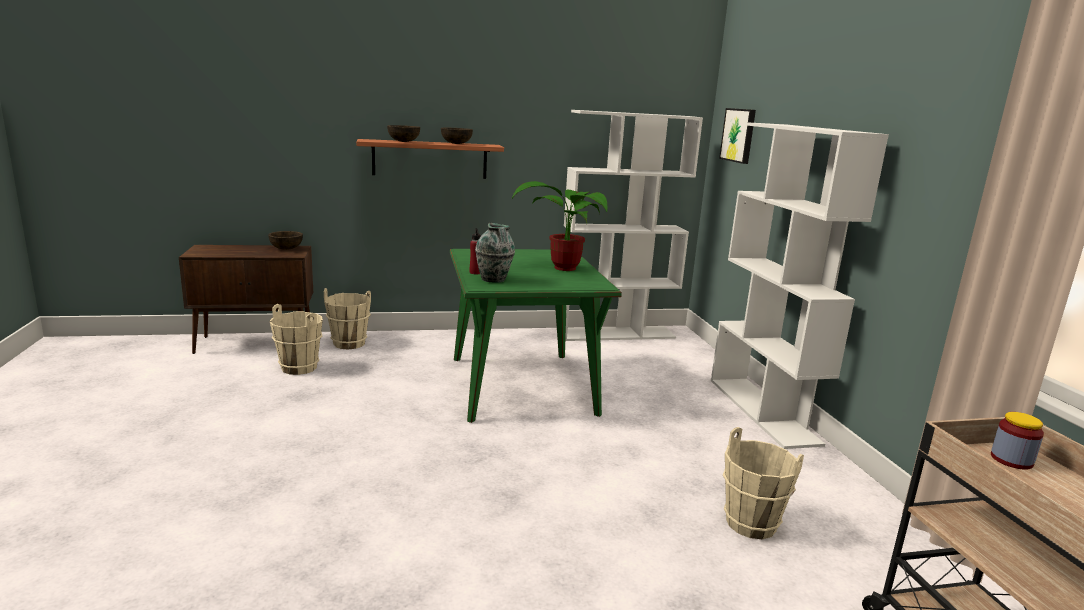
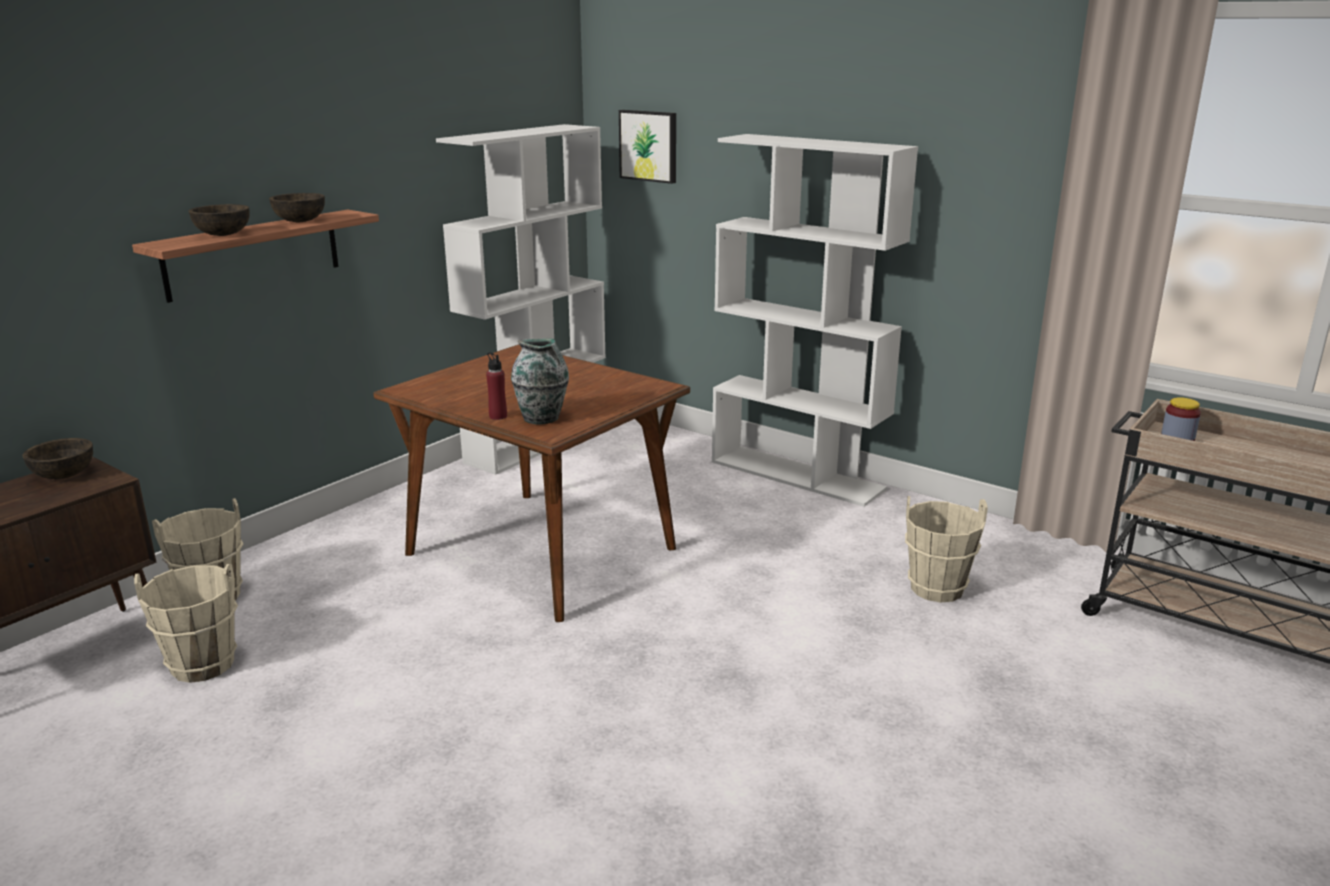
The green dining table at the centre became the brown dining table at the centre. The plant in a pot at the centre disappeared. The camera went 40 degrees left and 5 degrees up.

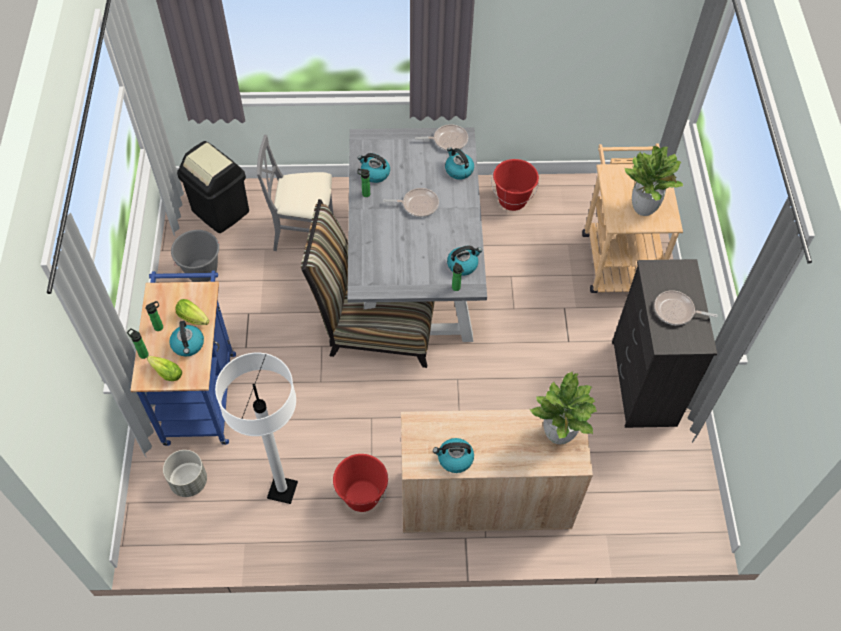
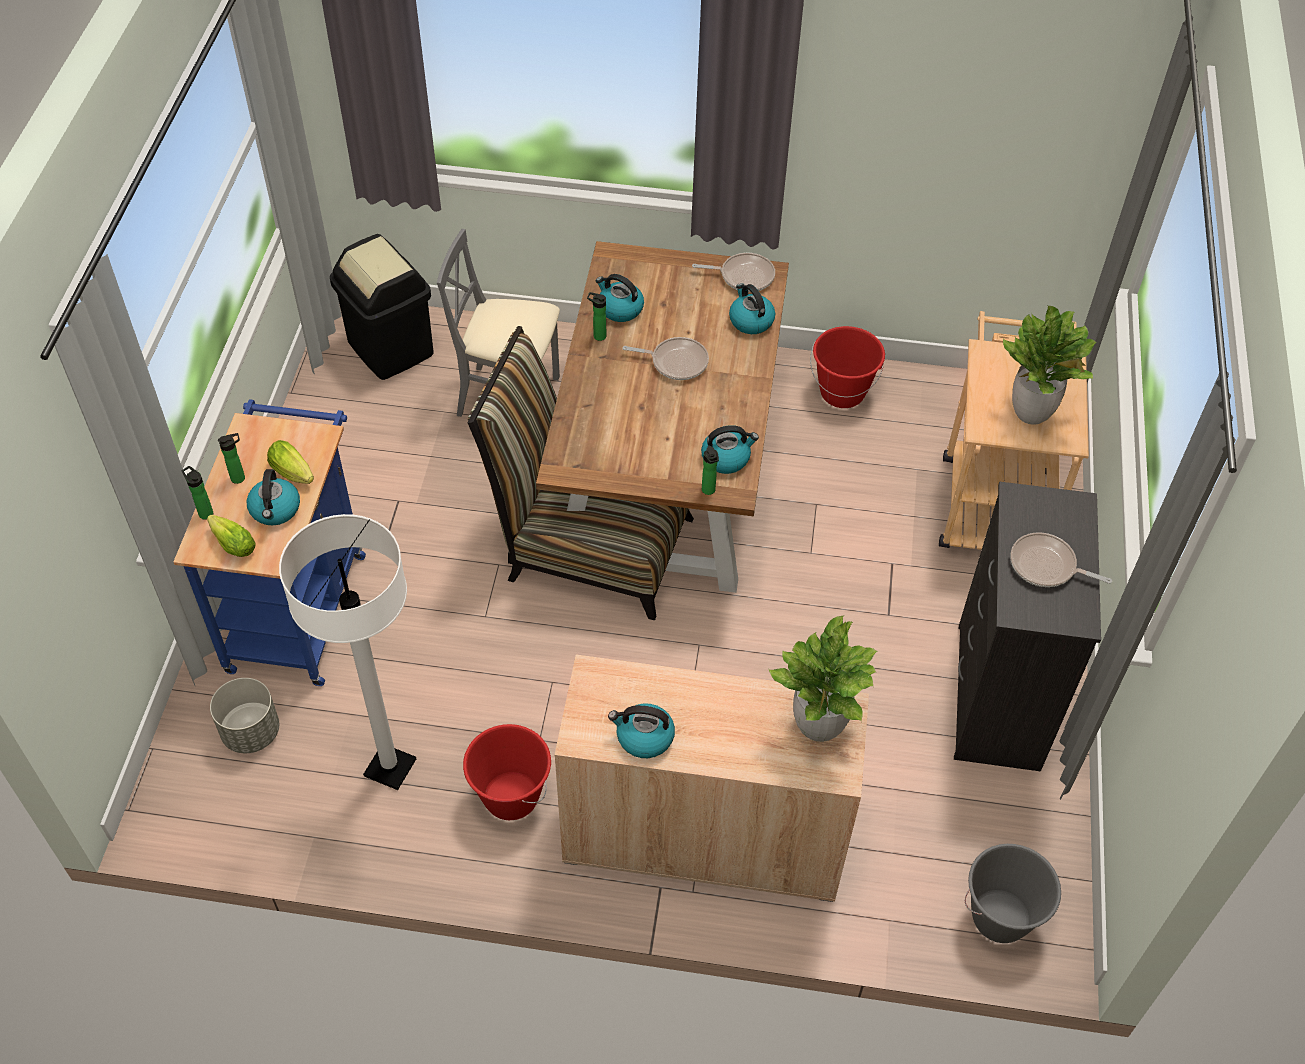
The grey dining table at the centre became the brown dining table at the centre. The grey water bucket moved from the middle left to the bottom right. The camera went 10 degrees right and 5 degrees down.

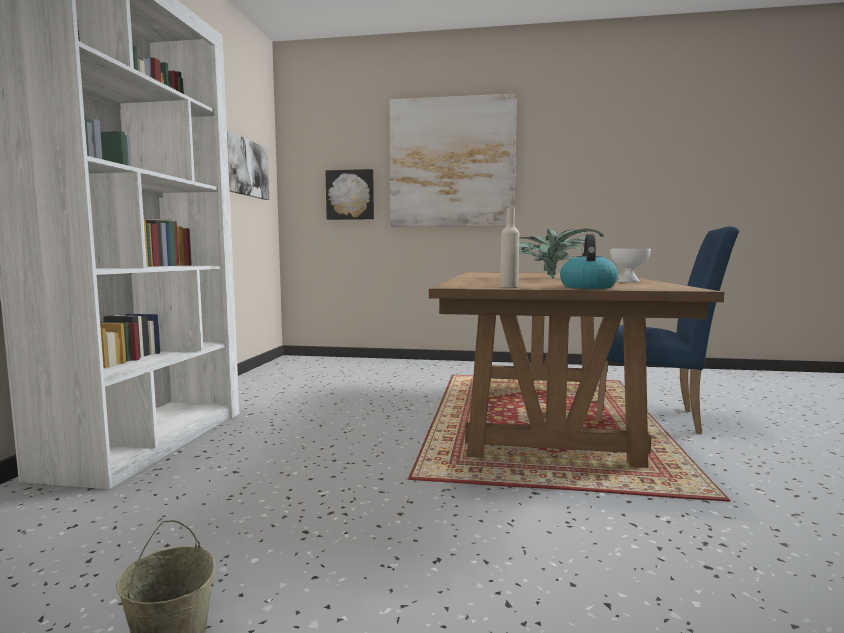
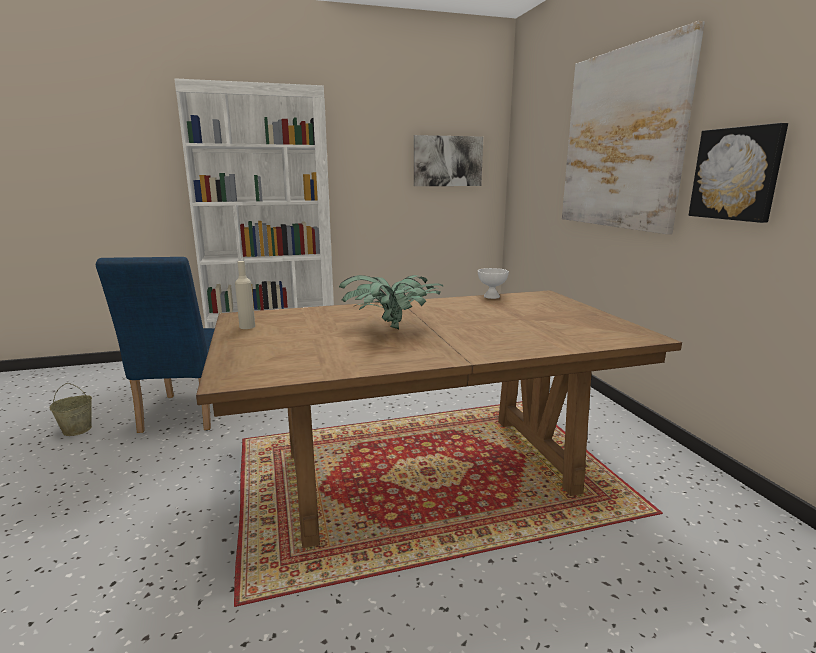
The blue plain chair moved from the middle right to the middle left. The white bowl moved from the middle right to the centre. The picture (2nd from left in the first image) moved from the top centre to the top right. The kettle at the middle right disappeared. The camera went 65 degrees right and 10 degrees up.

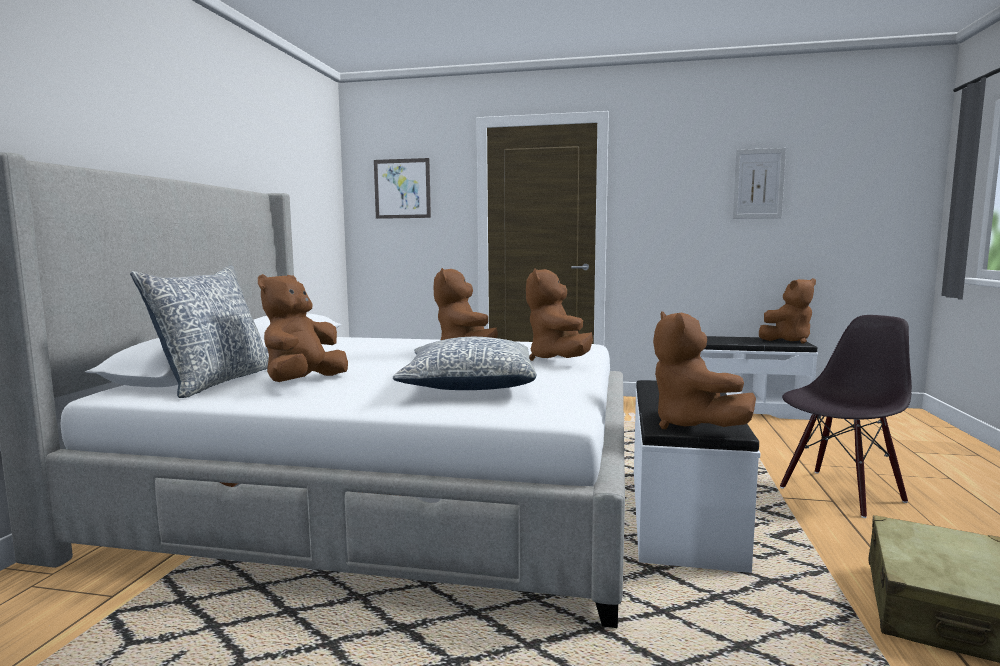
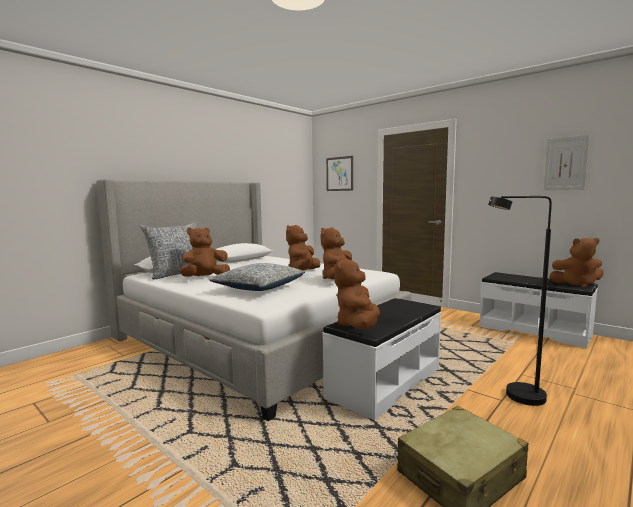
The black plain chair at the middle right was replaced by the black floor lamp at the middle right. The camera went 30 degrees right and 0 degrees up.

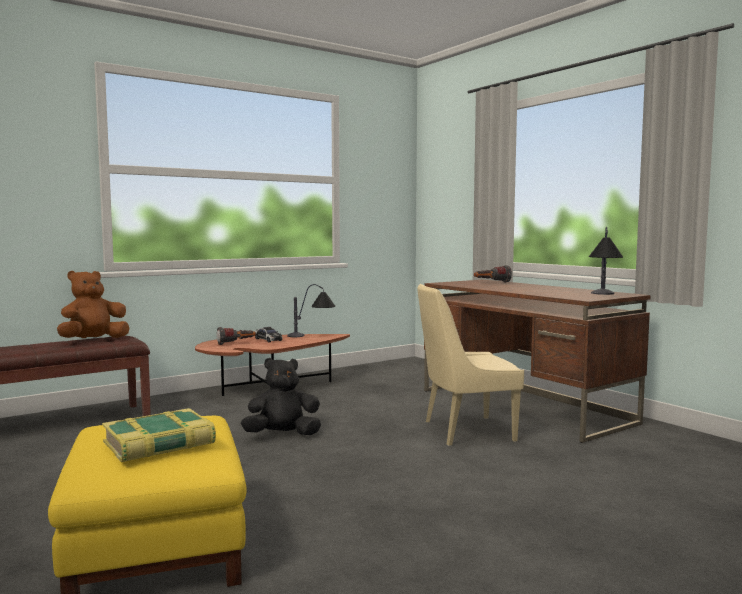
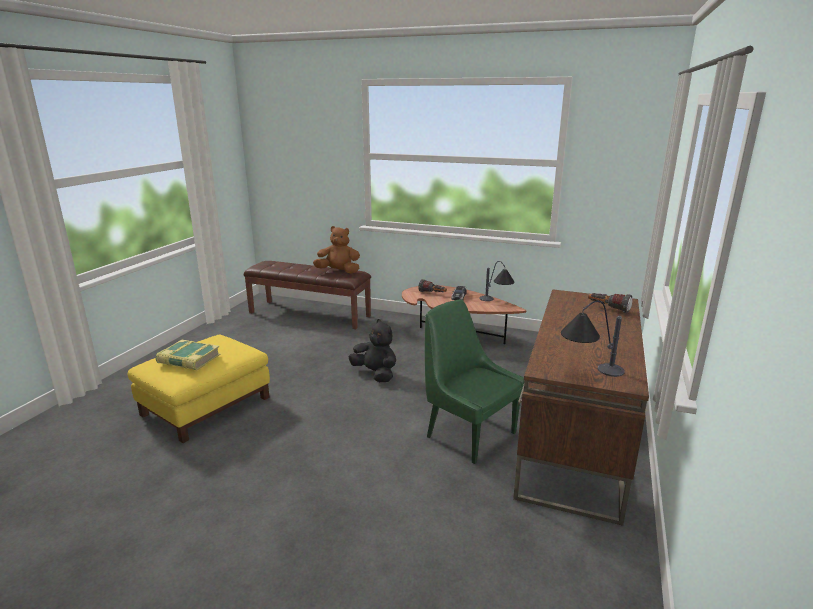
The sand-coloured plain chair at the centre became the green plain chair at the centre. The camera went 55 degrees right and 15 degrees up.

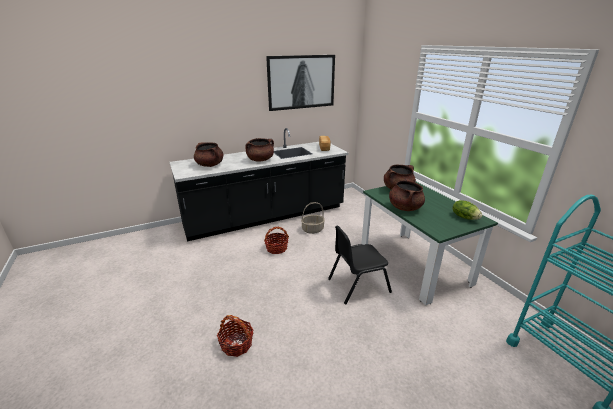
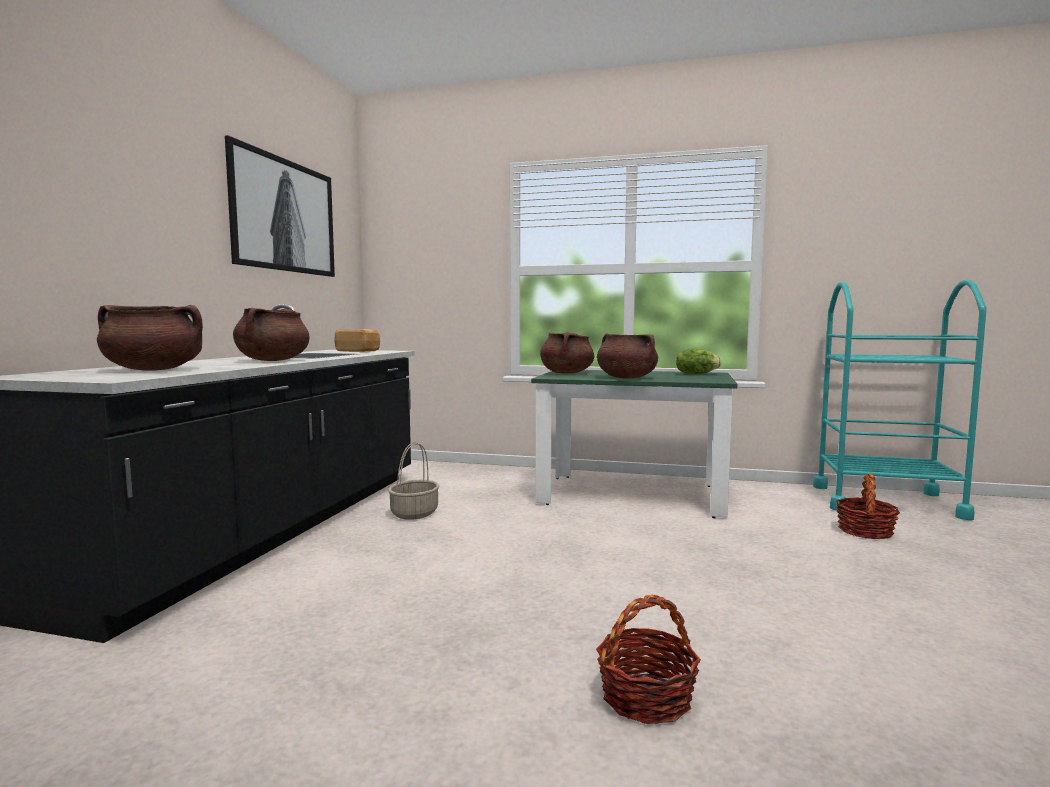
The household basket (2nd from left in the first image) moved from the centre to the middle right. The black plain chair at the centre disappeared. The camera went 50 degrees left and 20 degrees down.

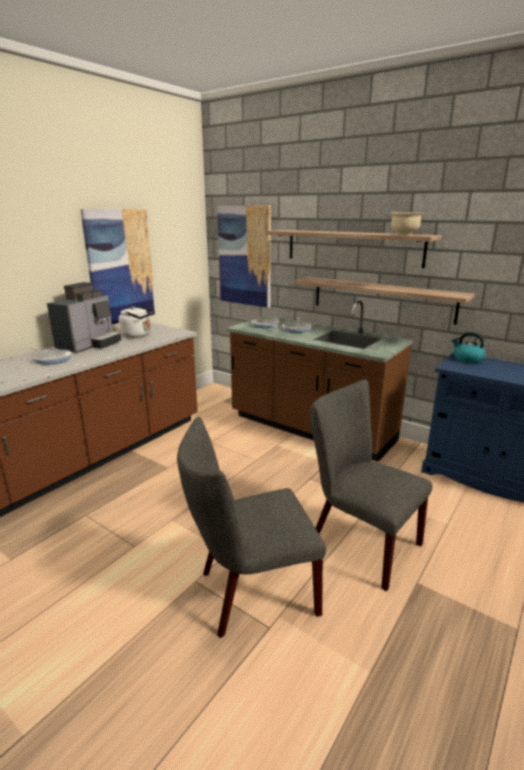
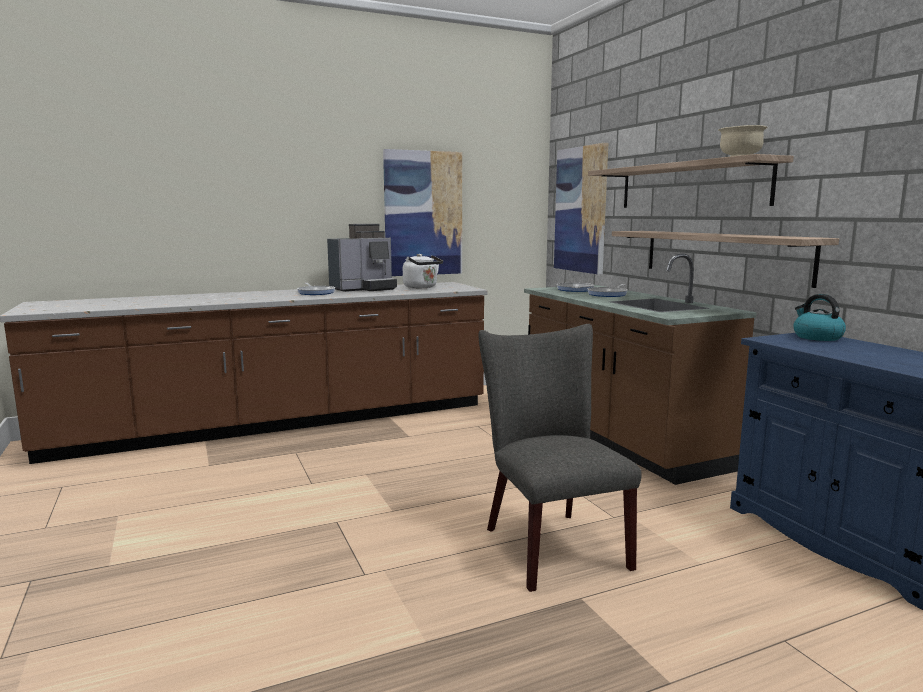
The grey plain chair (1st from left) at the bottom centre disappeared. The camera went 30 degrees right and 10 degrees down.

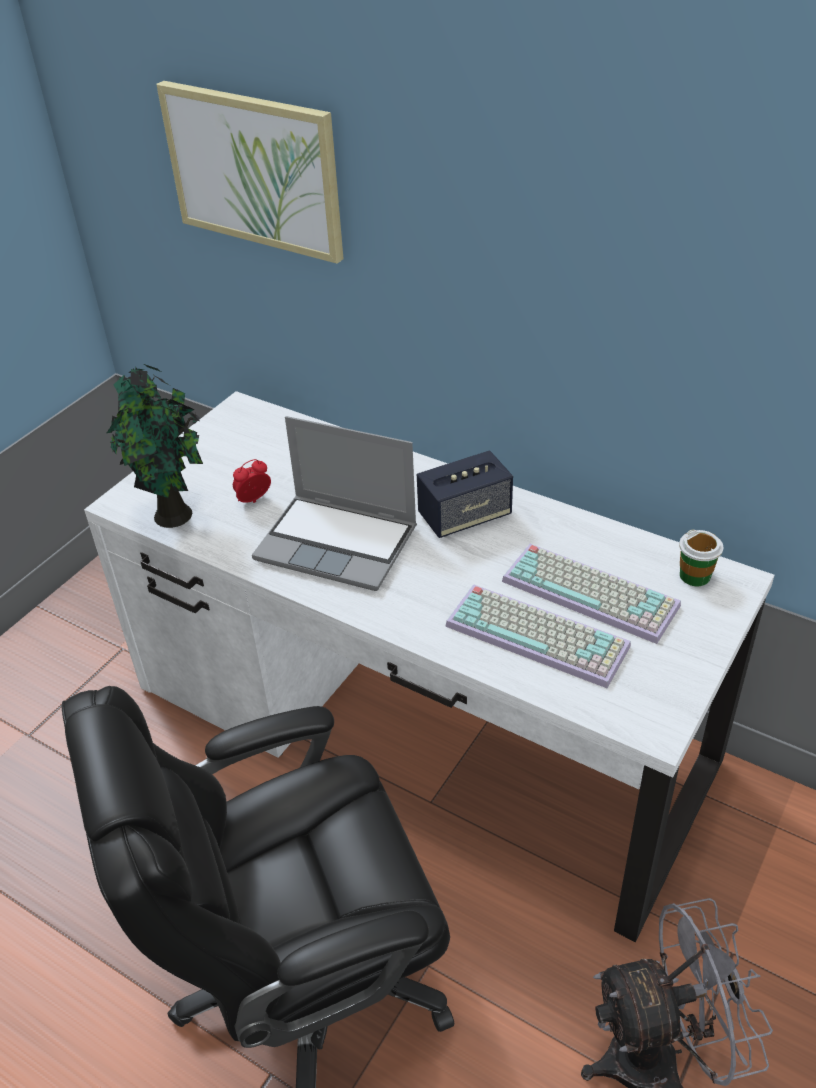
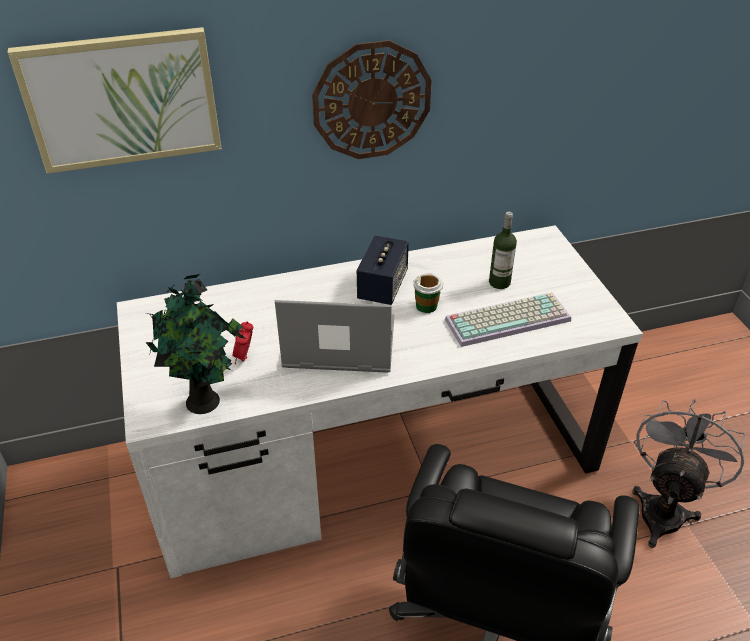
The laptop at the centre turned 150 degrees counterclockwise. The wall clock at the top centre appeared. The cup moved from the middle right to the centre. The computer keyboard (2nd from left) at the middle right was replaced by the beverage bottle at the middle right. The camera went 50 degrees left and 0 degrees up.

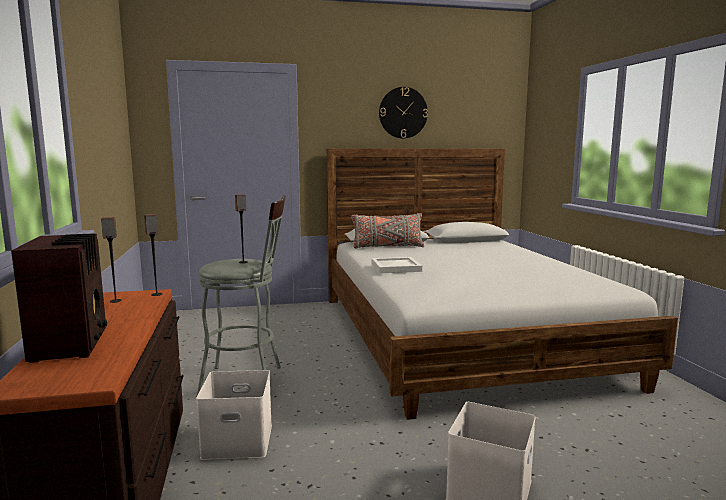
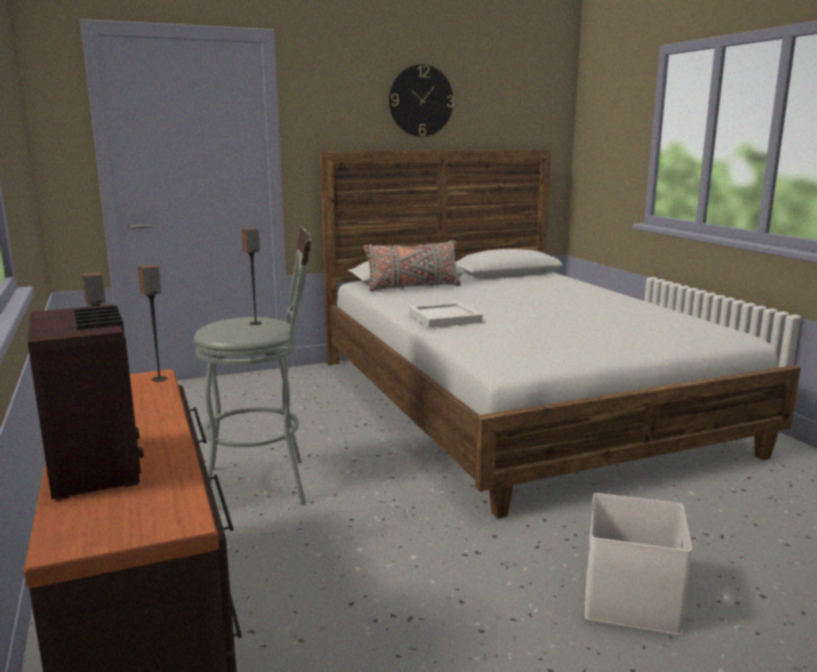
The white storage bin (1st from left) at the bottom left disappeared. The camera went 10 degrees left and 5 degrees up.

